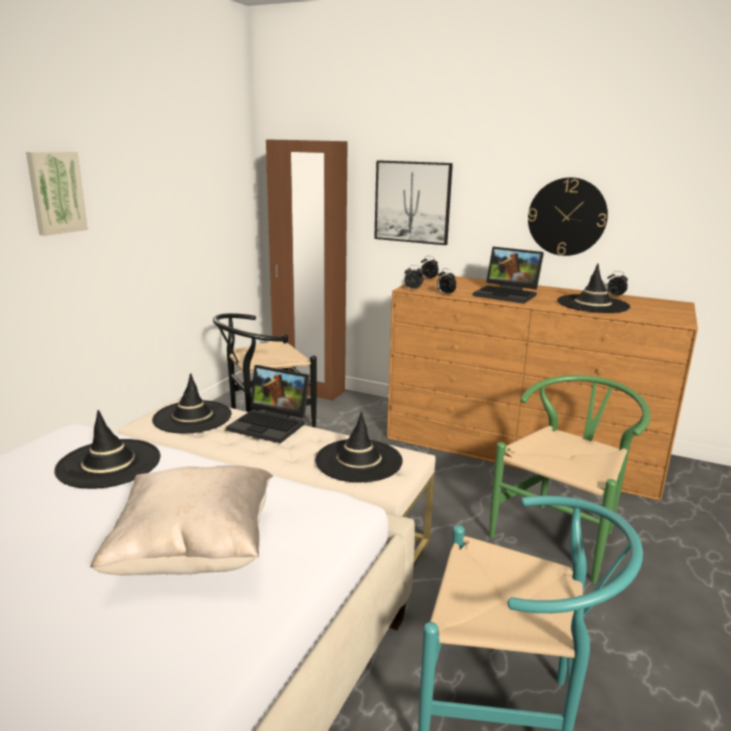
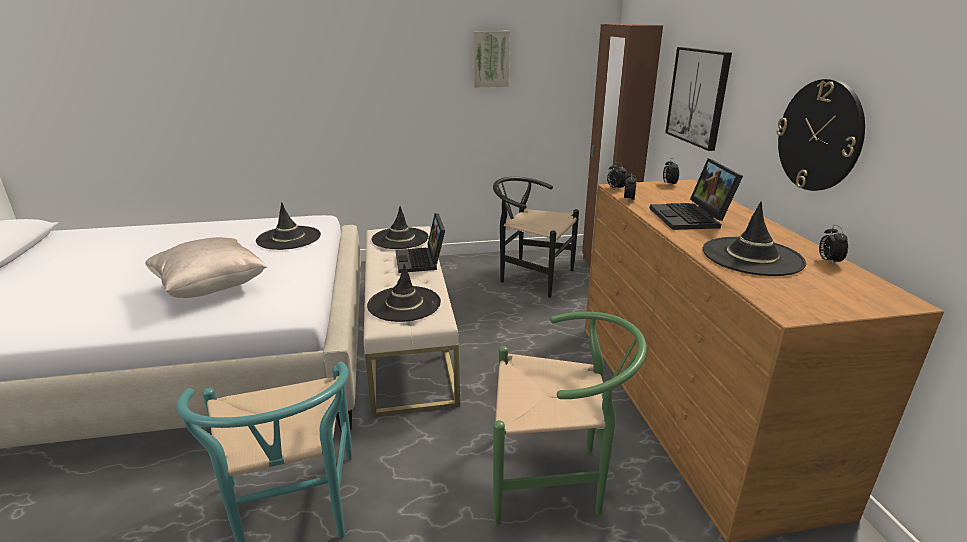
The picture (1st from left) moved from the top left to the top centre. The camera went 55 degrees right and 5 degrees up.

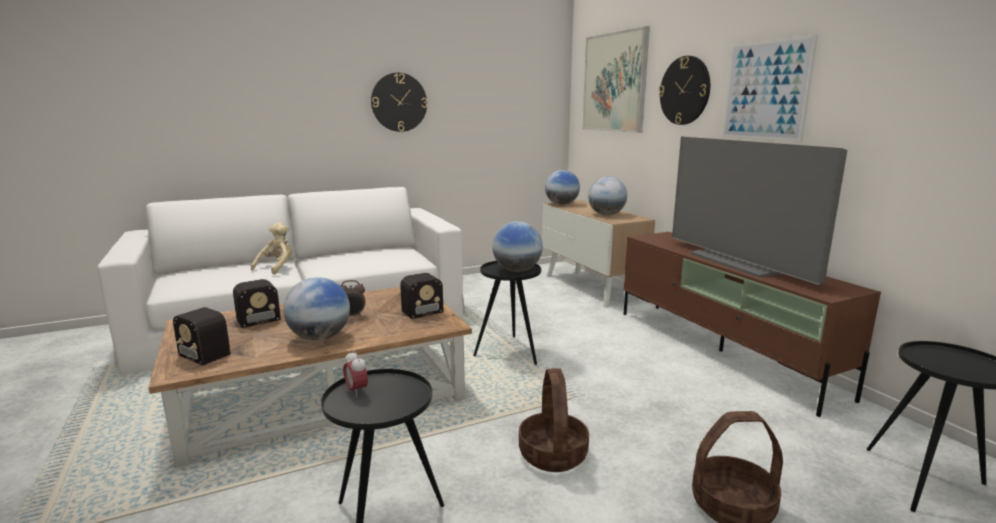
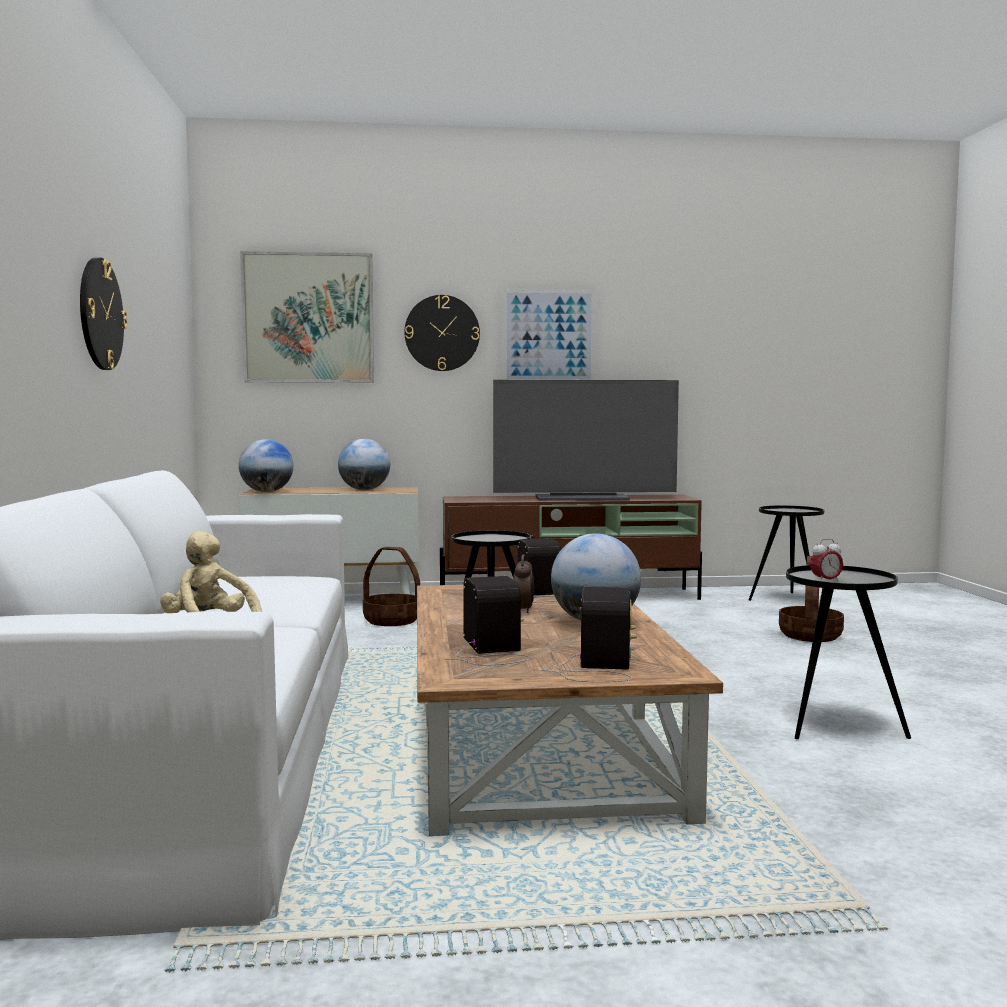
The household basket (1st from left) moved from the bottom centre to the centre. The radio receiver (1st from left in the first image) at the middle left turned 45 degrees counterclockwise. The globe (2nd from left) at the centre disappeared. The camera went 70 degrees left and 10 degrees down.

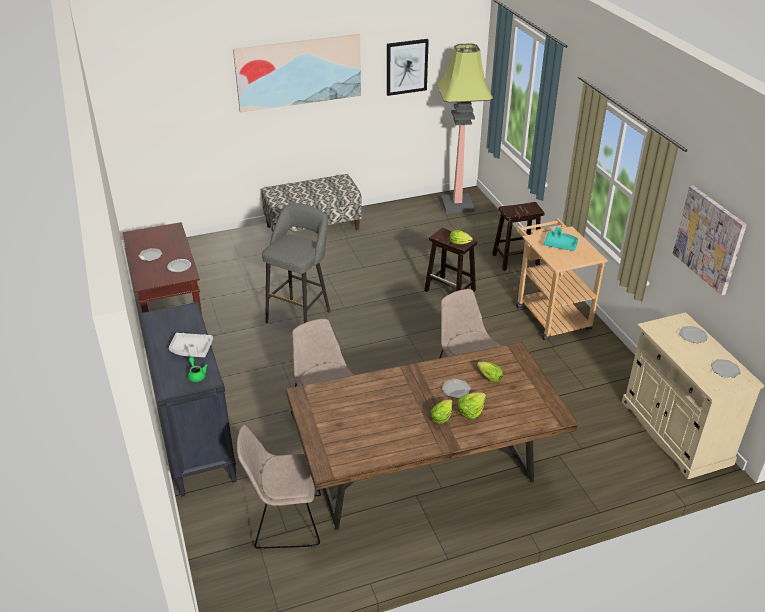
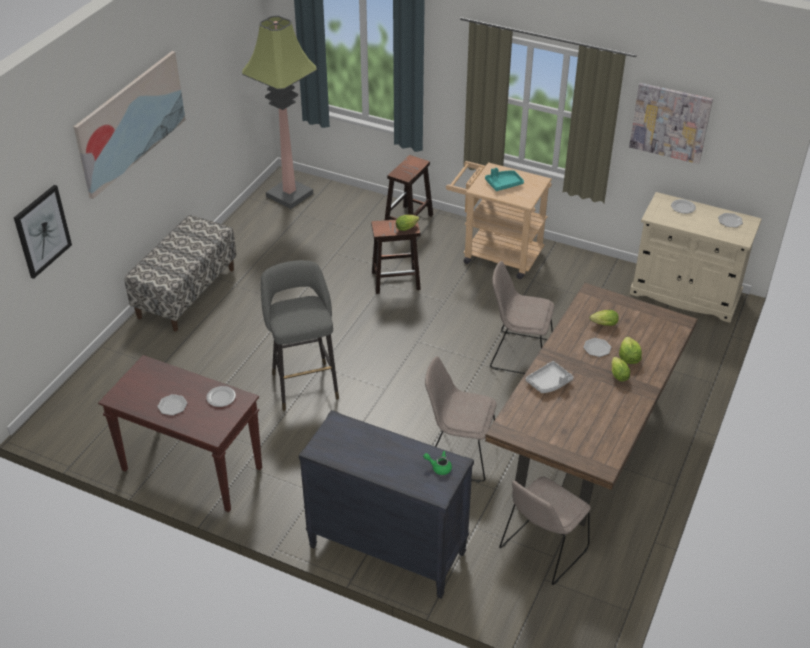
The picture (2nd from left in the first image) moved from the top centre to the middle left. The grey tray moved from the middle left to the middle right. The camera went 45 degrees left and 5 degrees up.

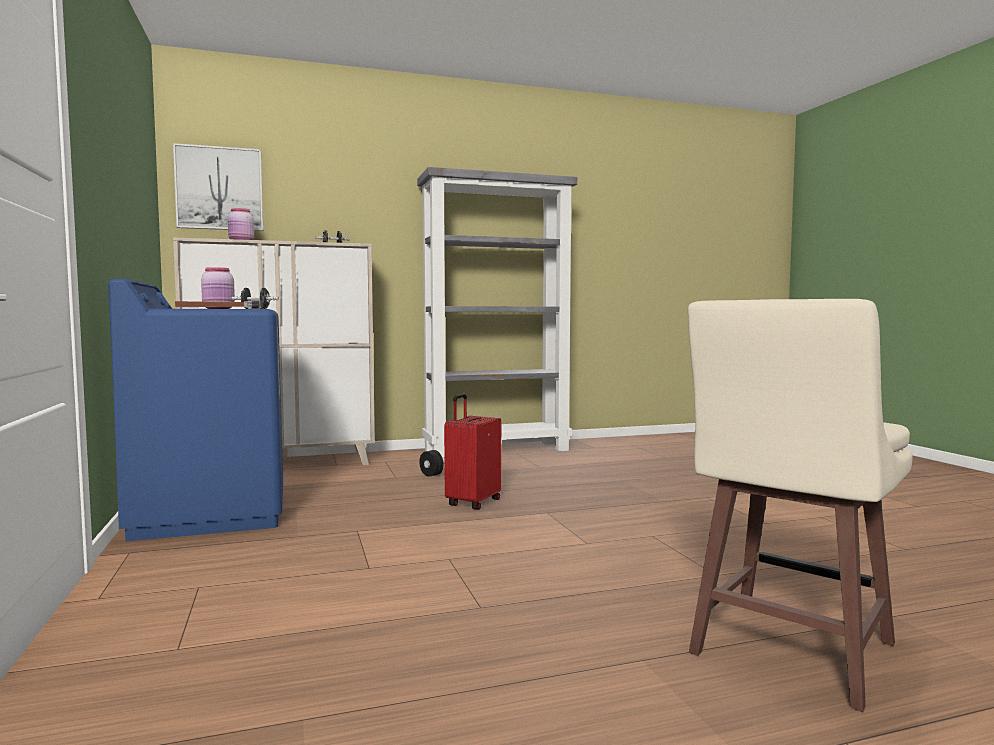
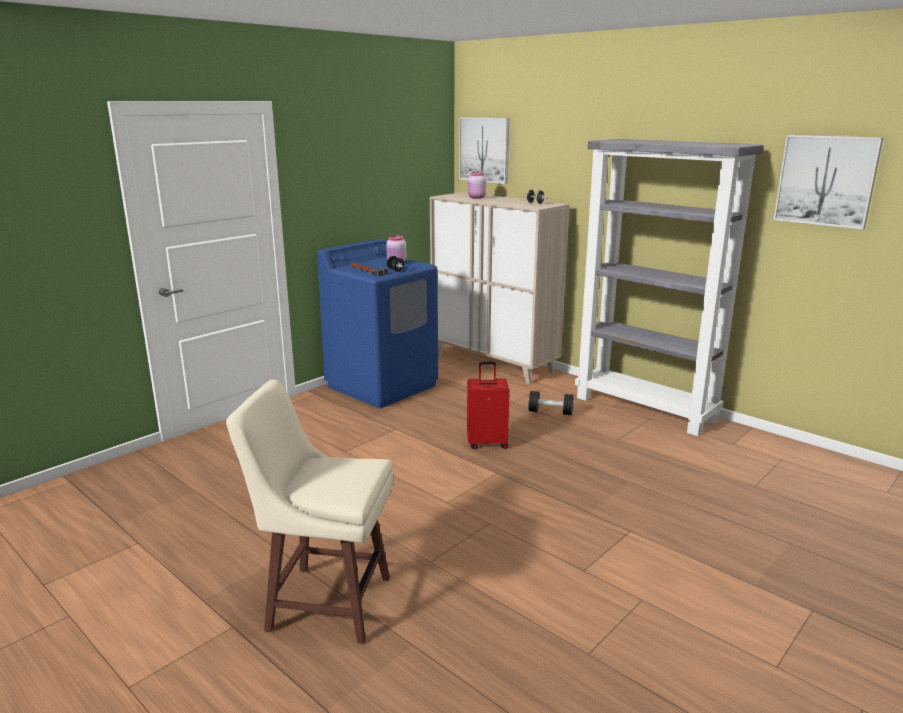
The picture (2nd from left) at the top right appeared. The camera went 60 degrees right and 15 degrees up.

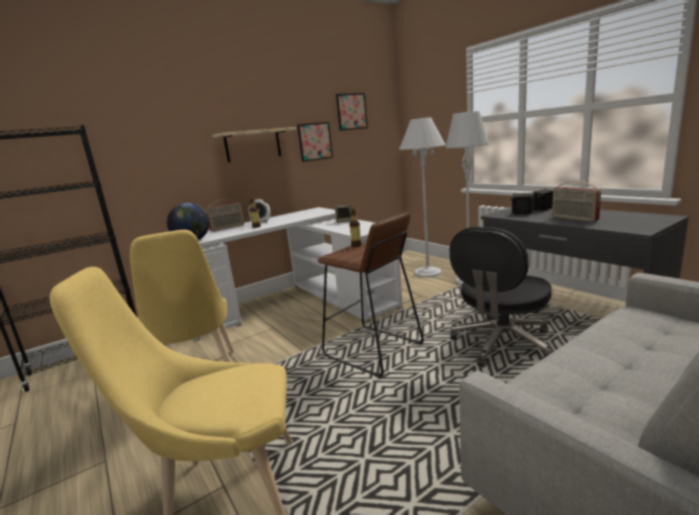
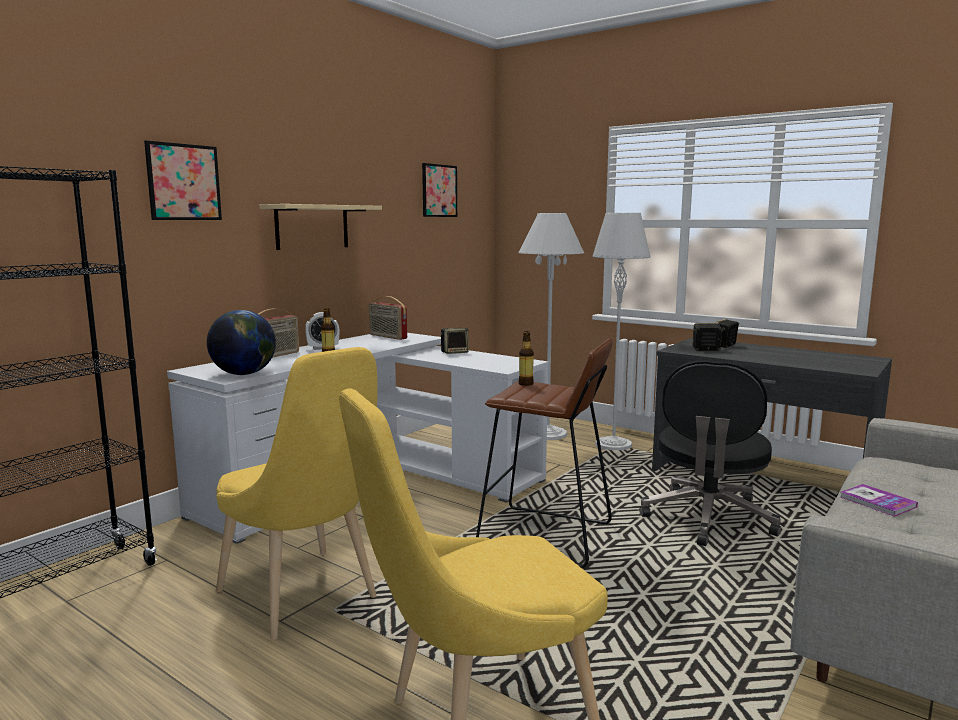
The picture (1st from left) moved from the top centre to the top left. The radio receiver (2nd from left) moved from the middle right to the centre. The bound book at the bottom right appeared. The camera went 20 degrees left and 5 degrees down.

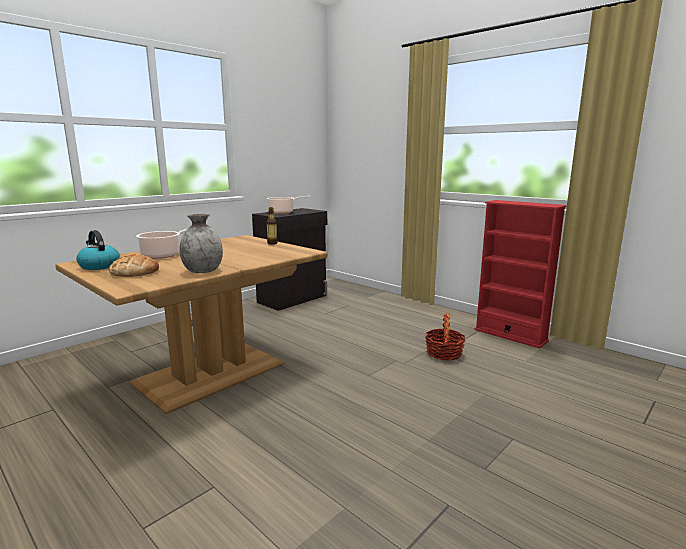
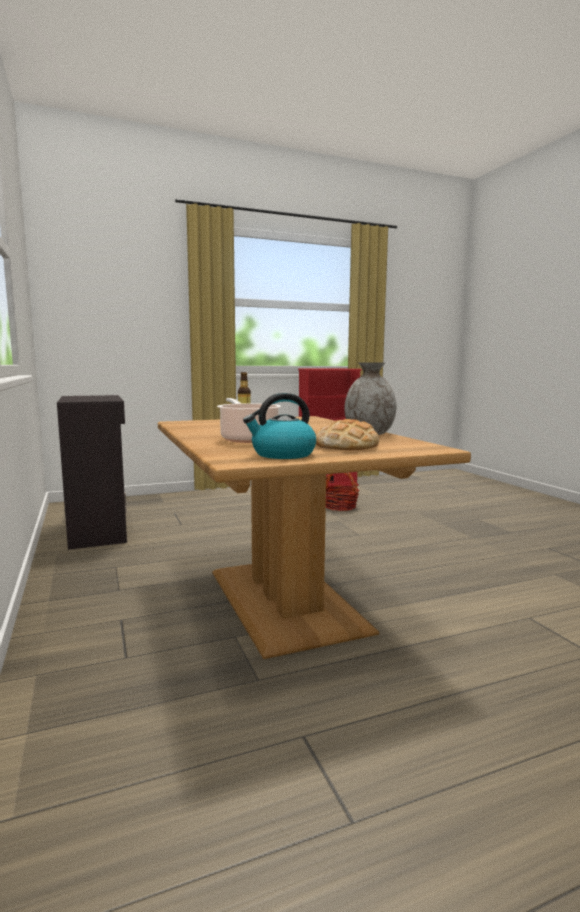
The stockpot (2nd from left) at the centre disappeared. The camera went 65 degrees left and 5 degrees down.

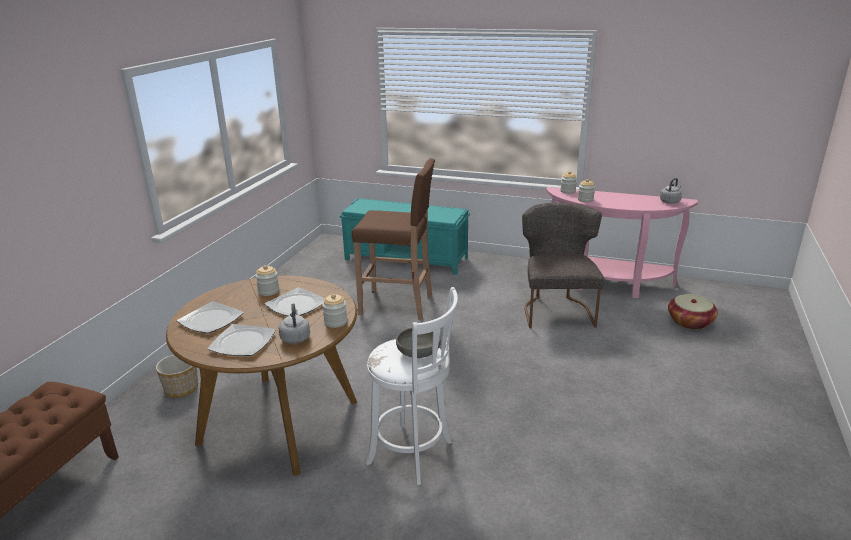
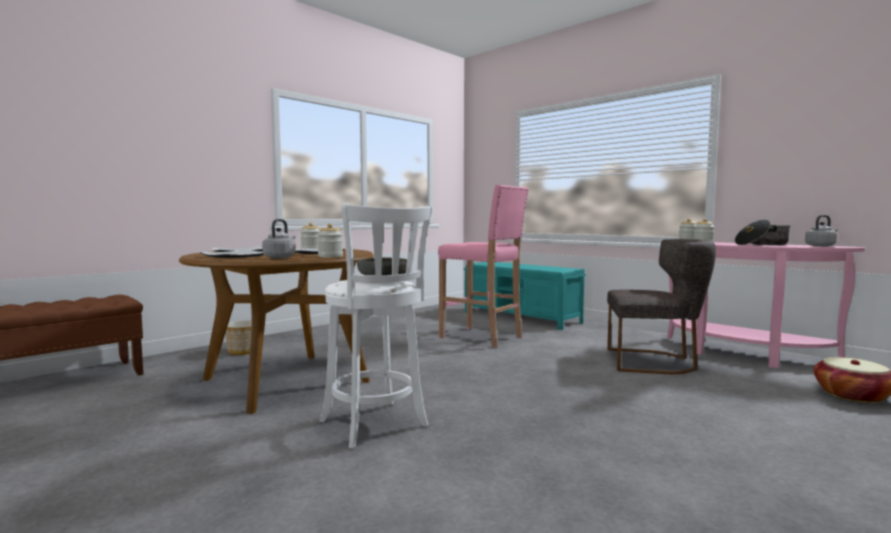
The brown stool at the centre became the pink-coloured stool at the centre. The grey plain chair at the centre turned 75 degrees clockwise. The stockpot at the middle right appeared. The camera went 25 degrees right and 20 degrees down.

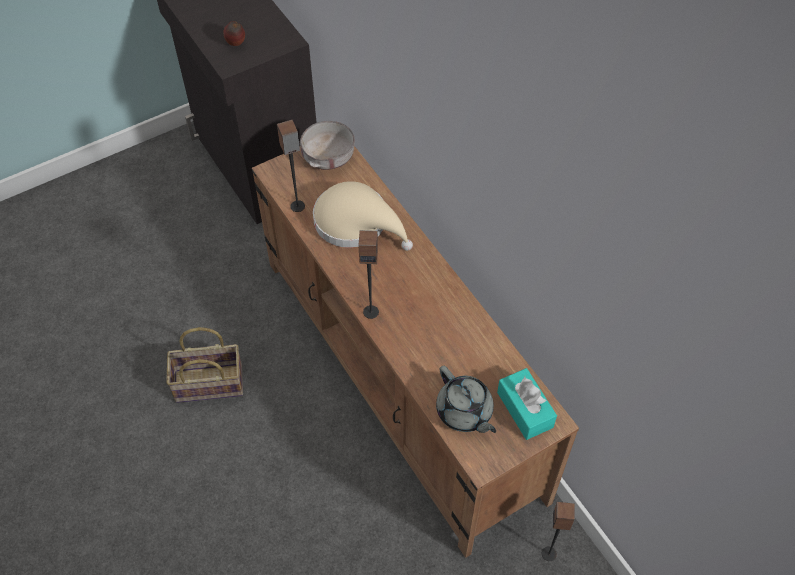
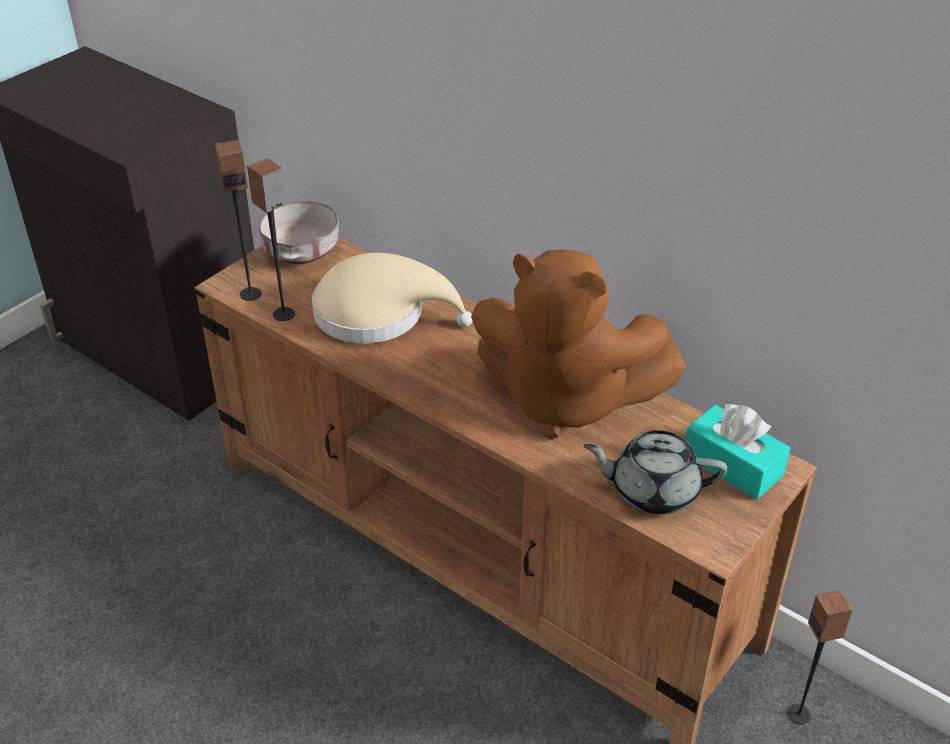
The loudspeaker (2nd from left in the first image) moved from the centre to the top left. The brown plush toy at the centre appeared. The grey pot for tea at the bottom centre turned 150 degrees clockwise. The household basket at the middle left disappeared. The apple at the top left disappeared. The camera went 20 degrees left and 15 degrees down.

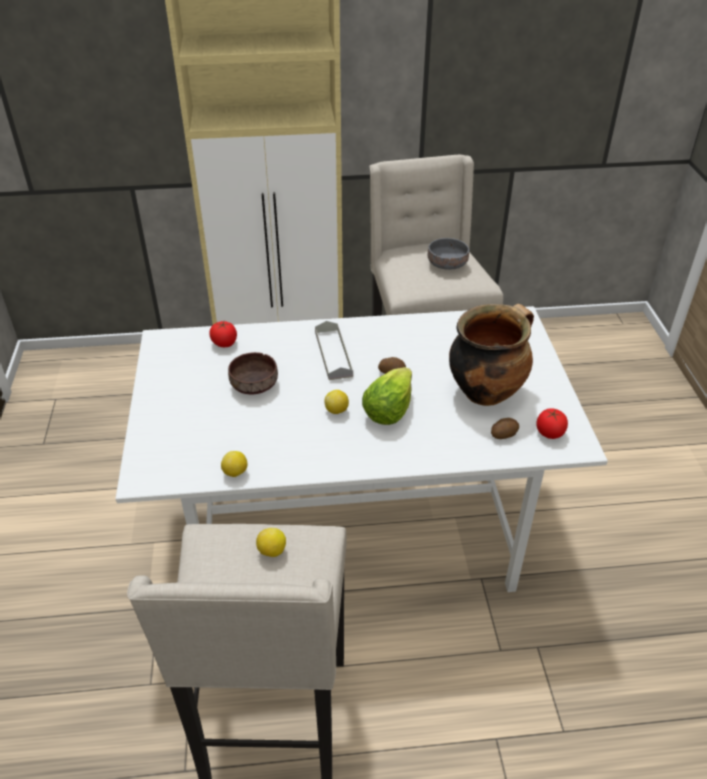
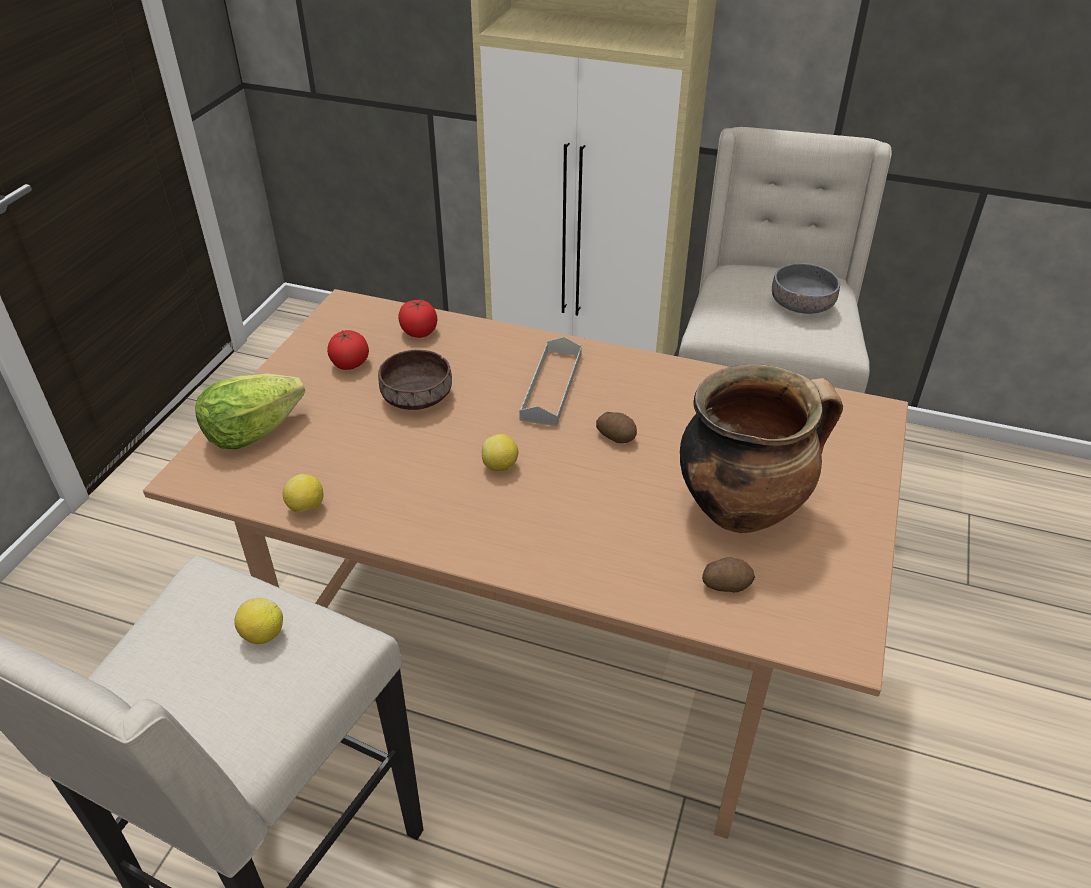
The white dining table at the centre became the brown dining table at the centre. The head of lettuce moved from the centre to the middle left. The tomato (2nd from left in the first image) moved from the middle right to the middle left. The camera went 25 degrees right and 0 degrees up.

